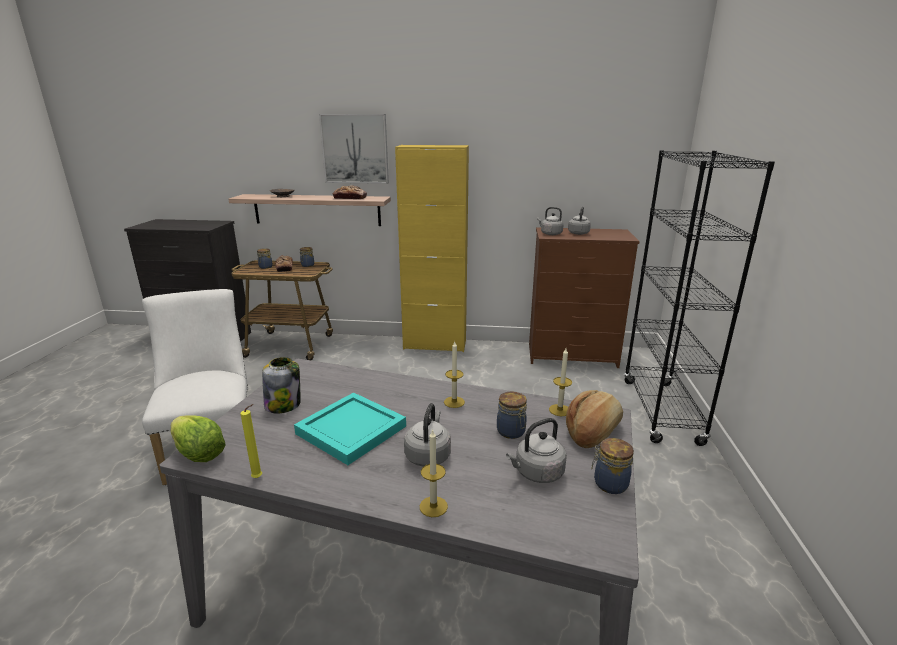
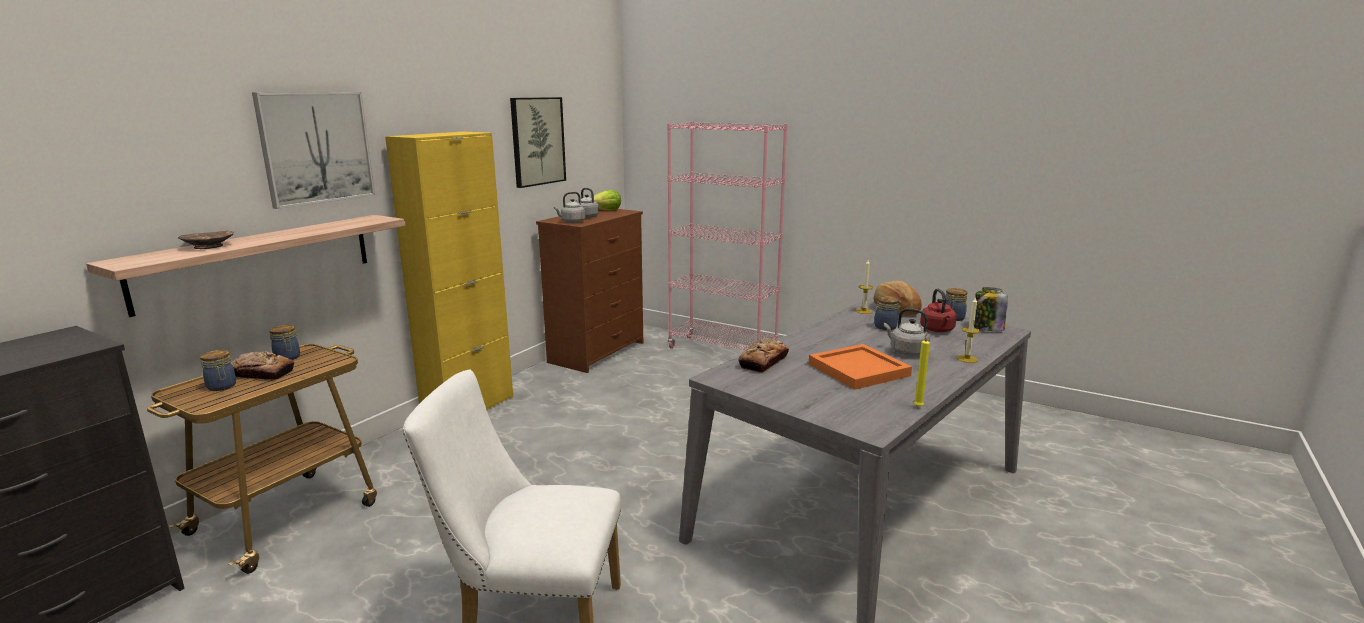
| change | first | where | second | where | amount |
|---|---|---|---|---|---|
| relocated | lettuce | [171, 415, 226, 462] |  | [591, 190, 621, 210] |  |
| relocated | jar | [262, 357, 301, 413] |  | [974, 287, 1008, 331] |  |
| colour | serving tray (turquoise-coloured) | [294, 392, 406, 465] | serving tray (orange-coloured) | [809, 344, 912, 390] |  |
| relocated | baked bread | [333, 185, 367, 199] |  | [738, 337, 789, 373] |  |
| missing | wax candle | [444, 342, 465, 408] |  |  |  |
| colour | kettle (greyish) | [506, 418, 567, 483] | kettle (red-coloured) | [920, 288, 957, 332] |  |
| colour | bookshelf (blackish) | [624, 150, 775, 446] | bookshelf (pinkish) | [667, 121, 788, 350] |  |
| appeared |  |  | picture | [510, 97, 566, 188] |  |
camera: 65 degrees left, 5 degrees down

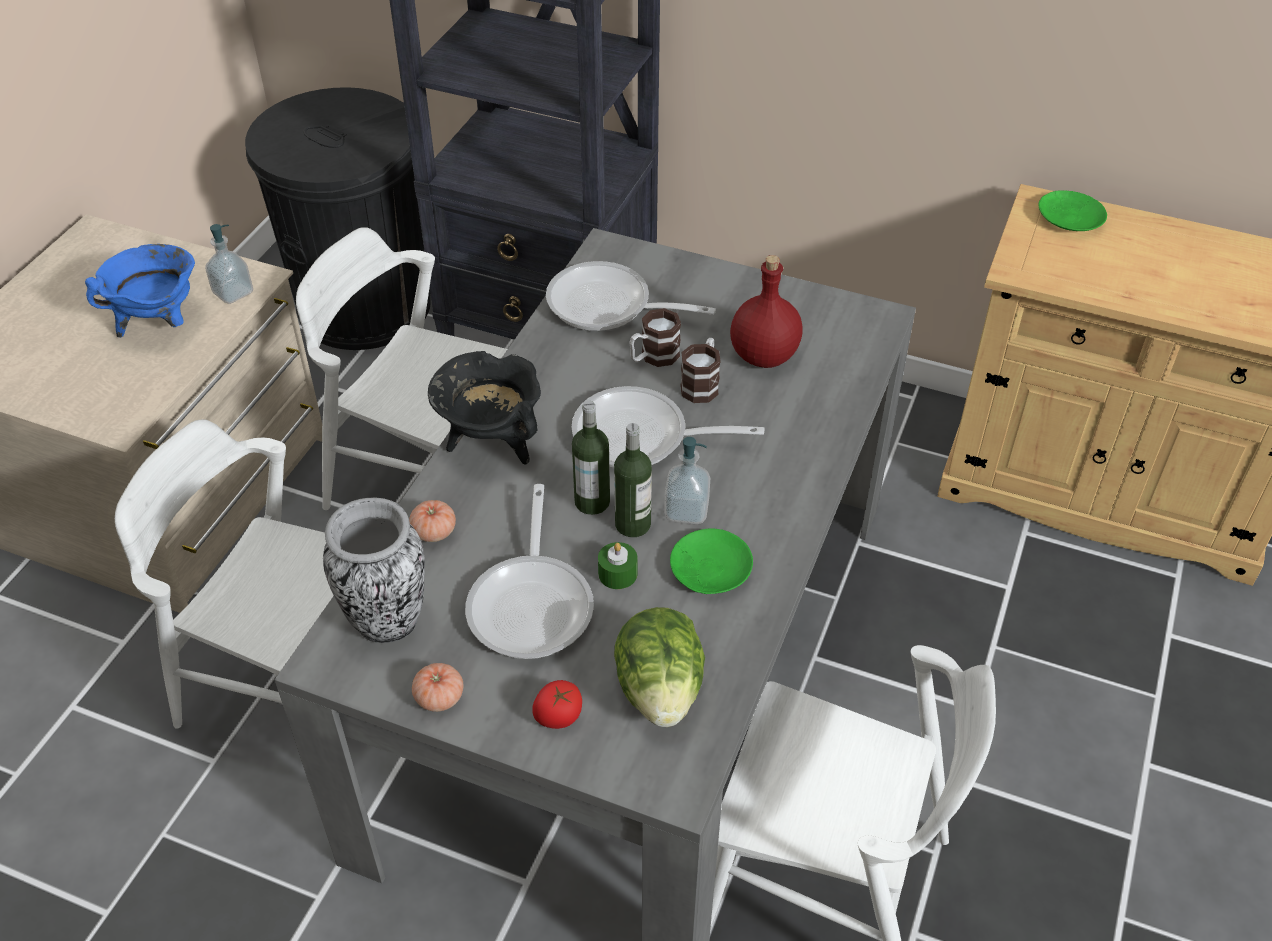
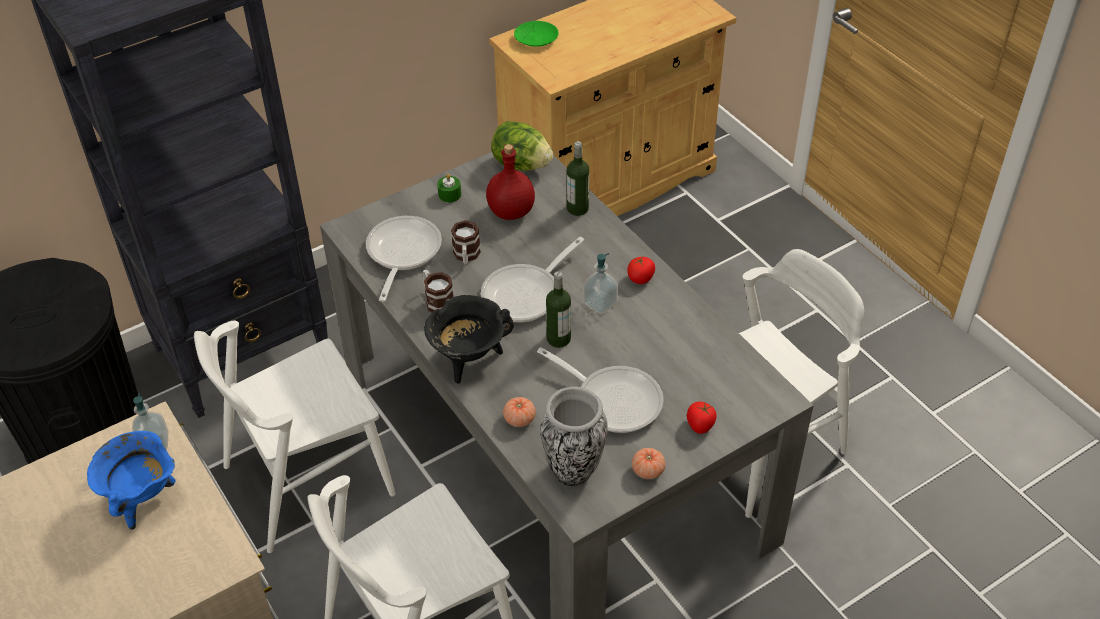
| change | first | where | second | where | amount |
|---|---|---|---|---|---|
| spun | skillet | [546, 261, 716, 331] |  | [366, 216, 442, 302] | 135 degrees clockwise |
| relocated | wax candle (green) | [598, 542, 637, 589] |  | [437, 174, 461, 203] |  |
| relocated | drink bottle | [614, 423, 652, 537] |  | [567, 141, 589, 216] |  |
| relocated | lettuce | [614, 607, 705, 727] |  | [491, 121, 553, 171] |  |
| missing | plate (green) | [670, 529, 753, 594] |  |  |  |
| relocated | coffee mug | [680, 338, 721, 403] |  | [422, 270, 453, 313] |  |
| appeared |  |  | tomato | [627, 256, 655, 284] |  |
camera: 55 degrees left, 0 degrees up

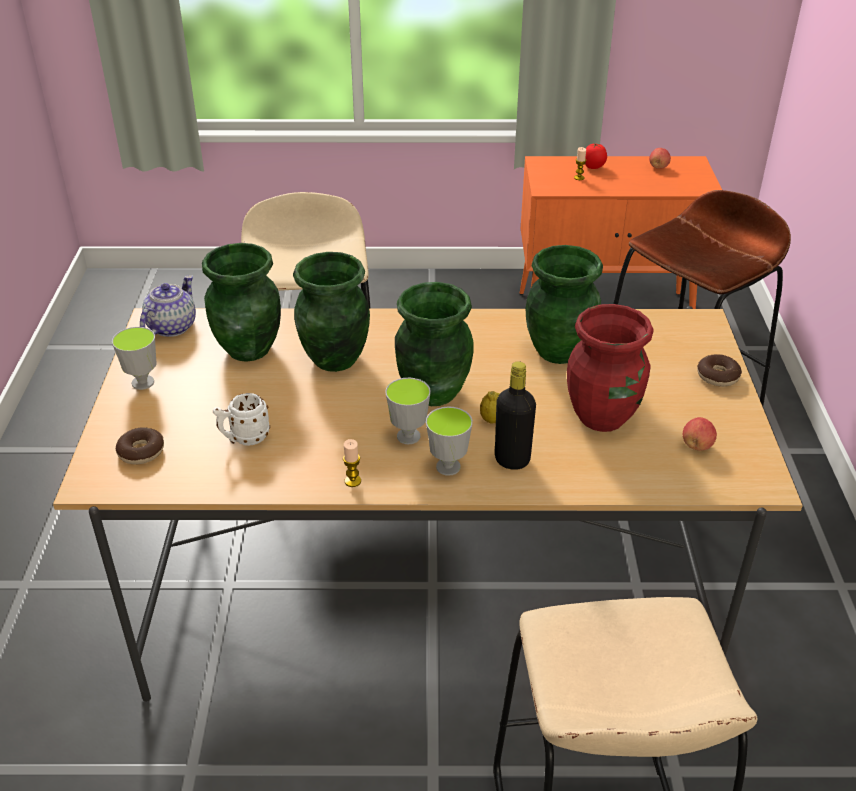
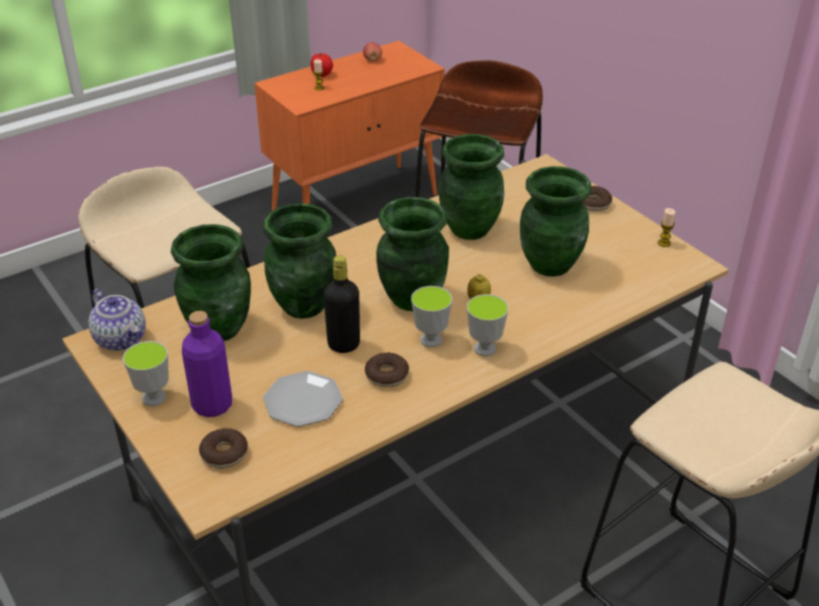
| change | first | where | second | where | amount |
|---|---|---|---|---|---|
| spun | pot for tea | [140, 275, 196, 337] |  | [88, 289, 146, 351] | 150 degrees clockwise |
| exchanged | coffee mug (white) | [213, 393, 270, 446] | plate | [263, 371, 343, 427] |  |
| relocated | wax candle | [343, 439, 361, 487] |  | [658, 208, 675, 247] |  |
| relocated | drink bottle (blackish) | [495, 361, 536, 470] |  | [323, 255, 360, 353] |  |
| colour | vase (red-coloured) | [567, 304, 654, 432] | vase (green) | [520, 166, 591, 277] |  |
| missing | apple fruit | [683, 417, 717, 450] |  |  |  |
| appeared |  |  | drink bottle (purplish) | [182, 311, 232, 417] |  |
| appeared |  |  | ring doughnut | [365, 353, 409, 387] |  |
camera: 35 degrees left, 0 degrees up

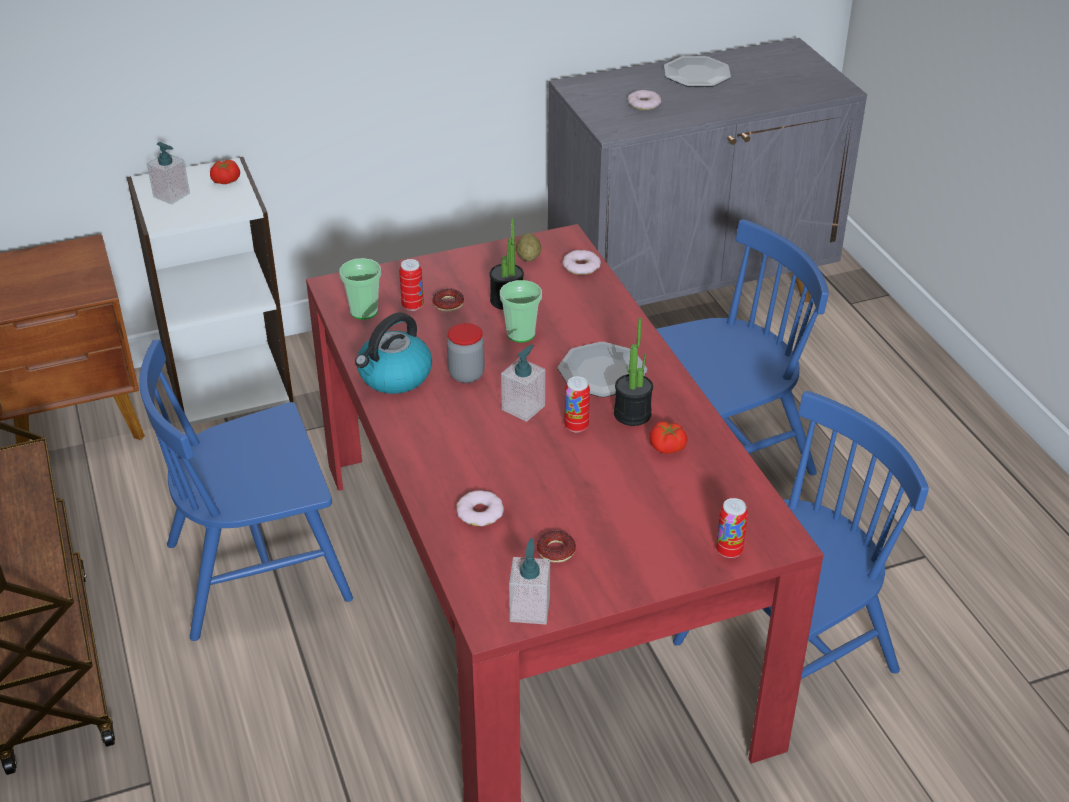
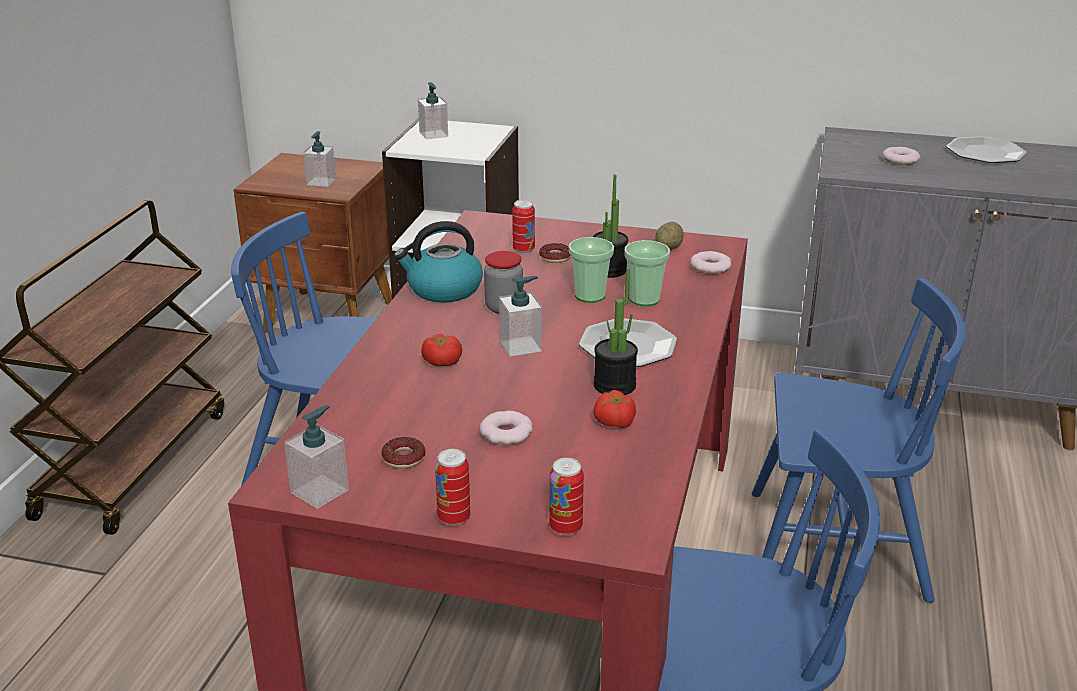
| change | first | where | second | where | amount |
|---|---|---|---|---|---|
| relocated | tomato | [210, 160, 240, 184] |  | [421, 334, 462, 366] |  |
| relocated | cup | [339, 258, 381, 320] |  | [624, 240, 670, 306] |  |
| relocated | ring doughnut | [456, 490, 504, 526] |  | [480, 410, 533, 445] |  |
| relocated | metal can | [564, 376, 590, 432] |  | [435, 449, 470, 526] |  |
| appeared |  |  | soap bottle | [303, 131, 336, 187] |  |
camera: 35 degrees right, 10 degrees down

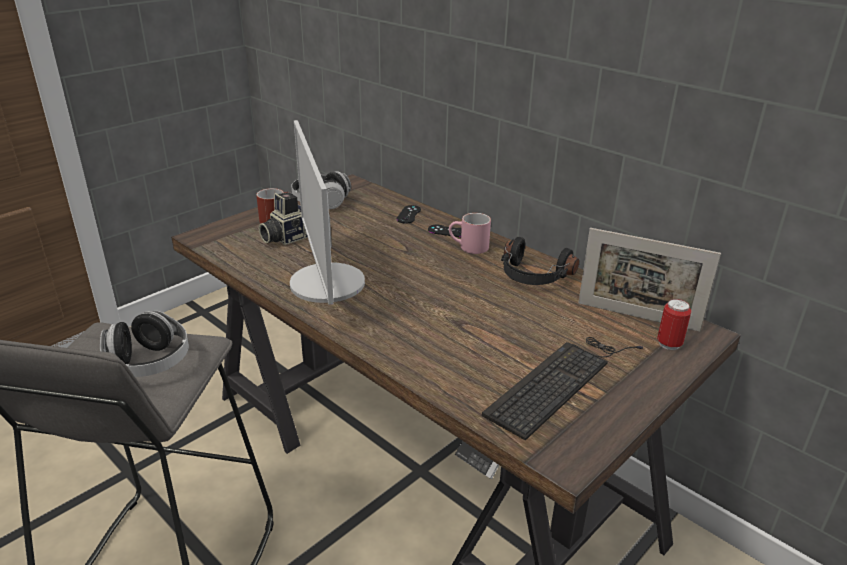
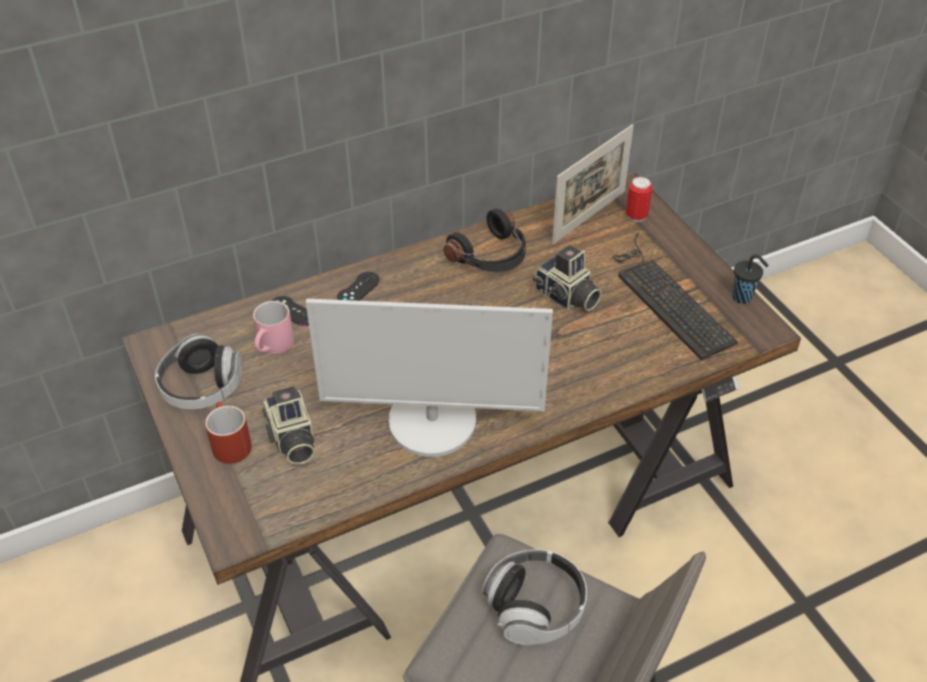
| change | first | where | second | where | amount |
|---|---|---|---|---|---|
| relocated | coffee mug (pinkish) | [449, 213, 491, 254] |  | [253, 301, 294, 354] |  |
| appeared |  |  | still camera | [533, 245, 602, 311] |  |
| appeared |  |  | cup (blackish) | [732, 254, 769, 304] |  |
camera: 70 degrees left, 15 degrees up

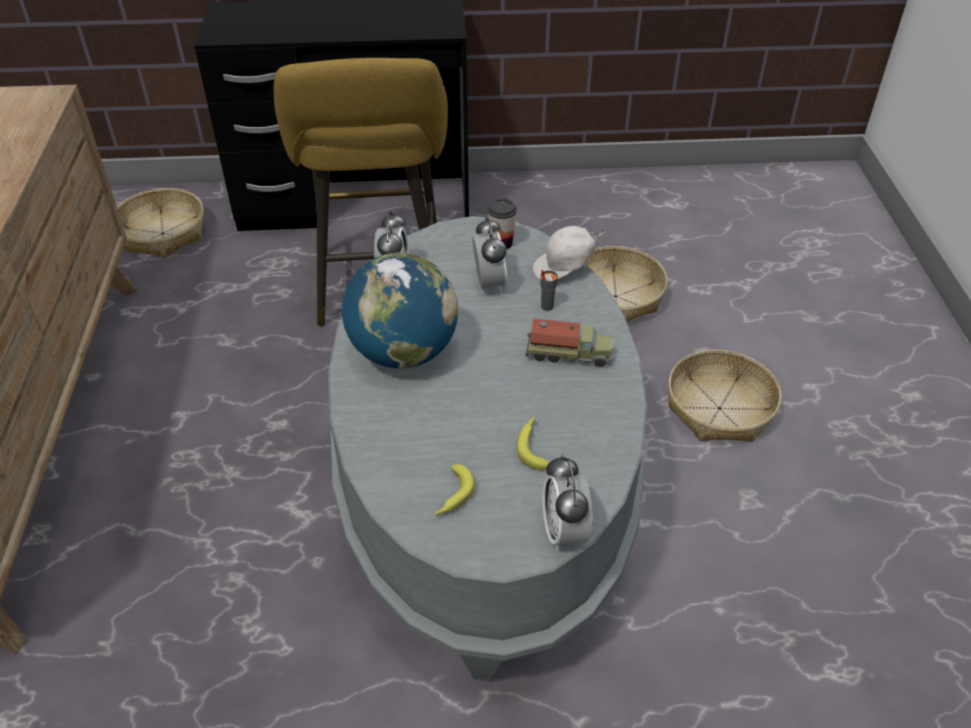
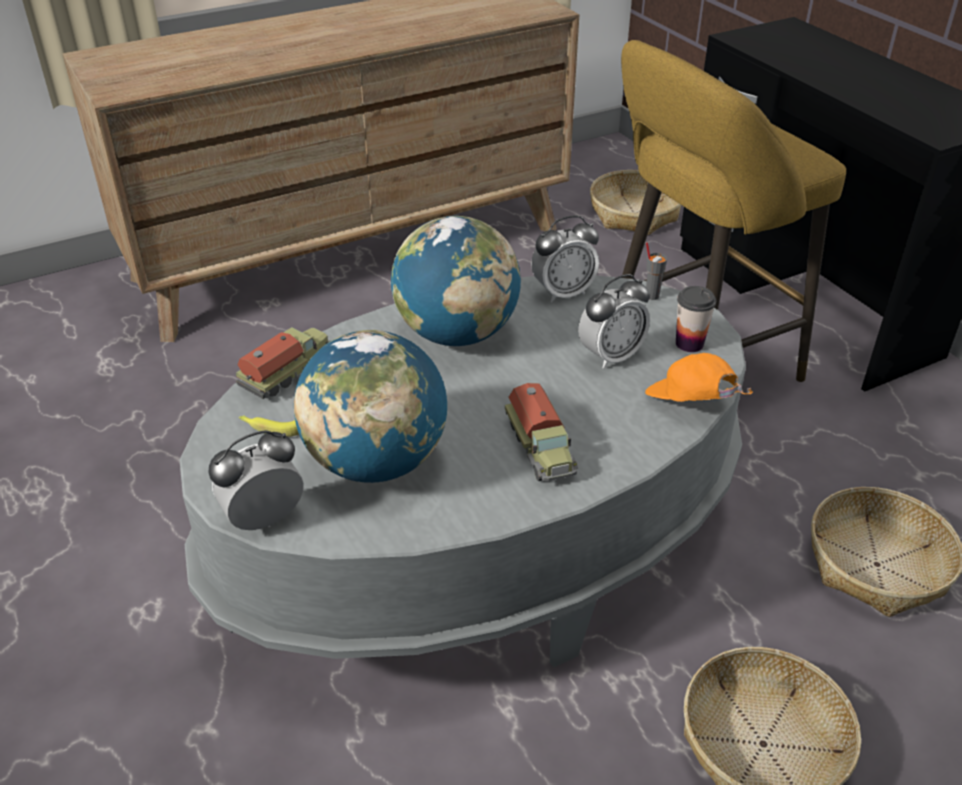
| change | first | where | second | where | amount |
|---|---|---|---|---|---|
| exchanged | whole banana | [517, 416, 550, 470] | desk globe | [294, 330, 447, 483] |  |
| colour | baseball cap (white) | [532, 226, 605, 280] | baseball cap (orange-coloured) | [645, 353, 753, 402] |  |
| relocated | cup (greyish) | [540, 270, 558, 311] |  | [646, 242, 667, 300] |  |
| appeared |  |  | toy lorry | [236, 327, 329, 399] |  |
camera: 65 degrees right, 5 degrees down

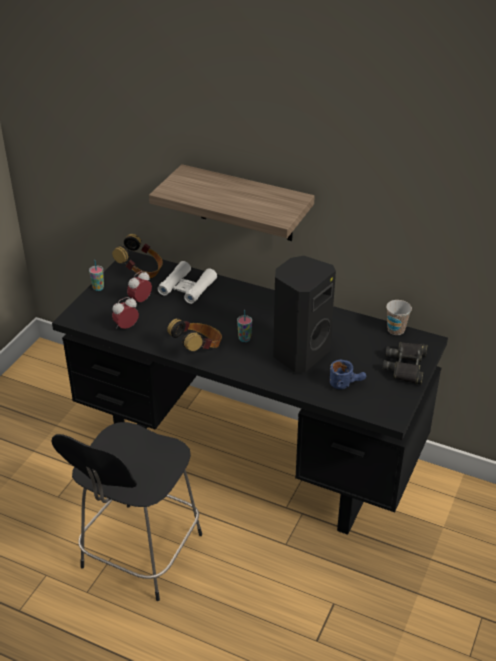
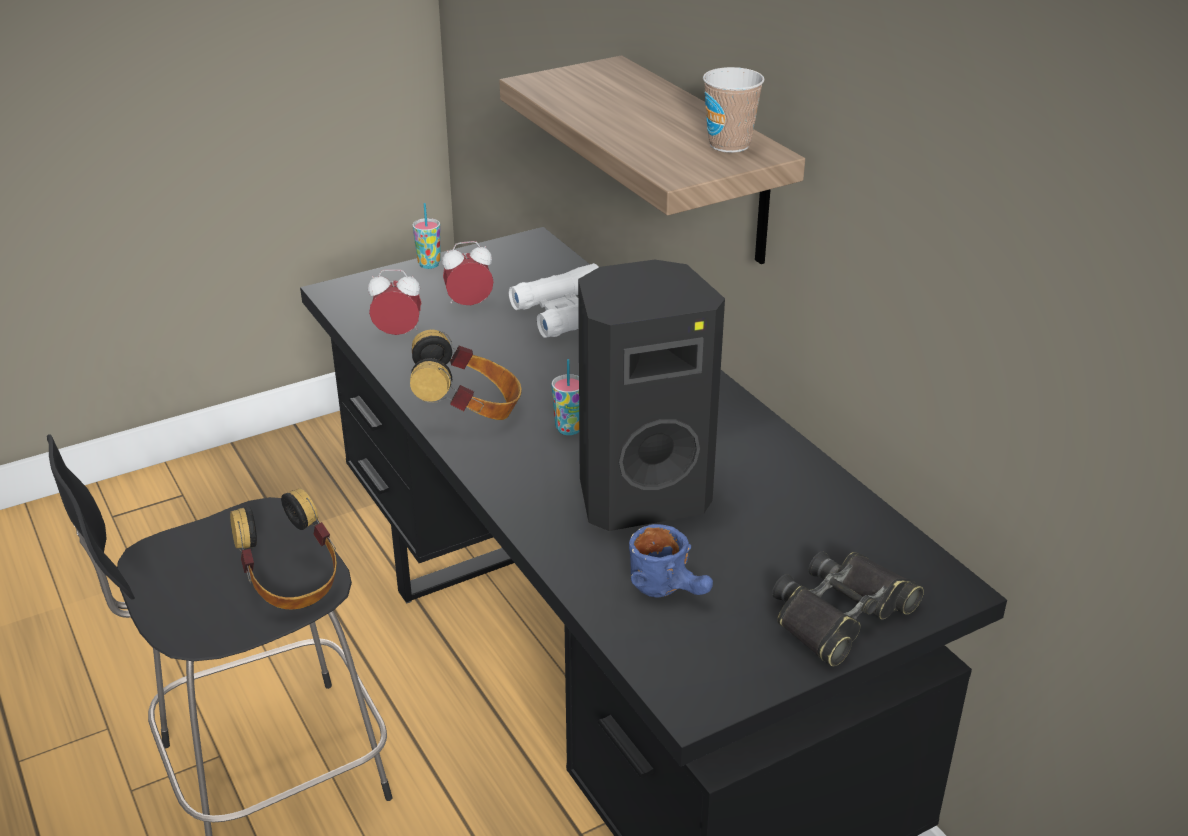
| change | first | where | second | where | amount |
|---|---|---|---|---|---|
| relocated | pair of headphones | [112, 234, 163, 278] |  | [230, 488, 337, 609] |  |
| relocated | cup | [386, 300, 412, 335] |  | [703, 67, 764, 153] |  |
camera: 35 degrees right, 5 degrees down

